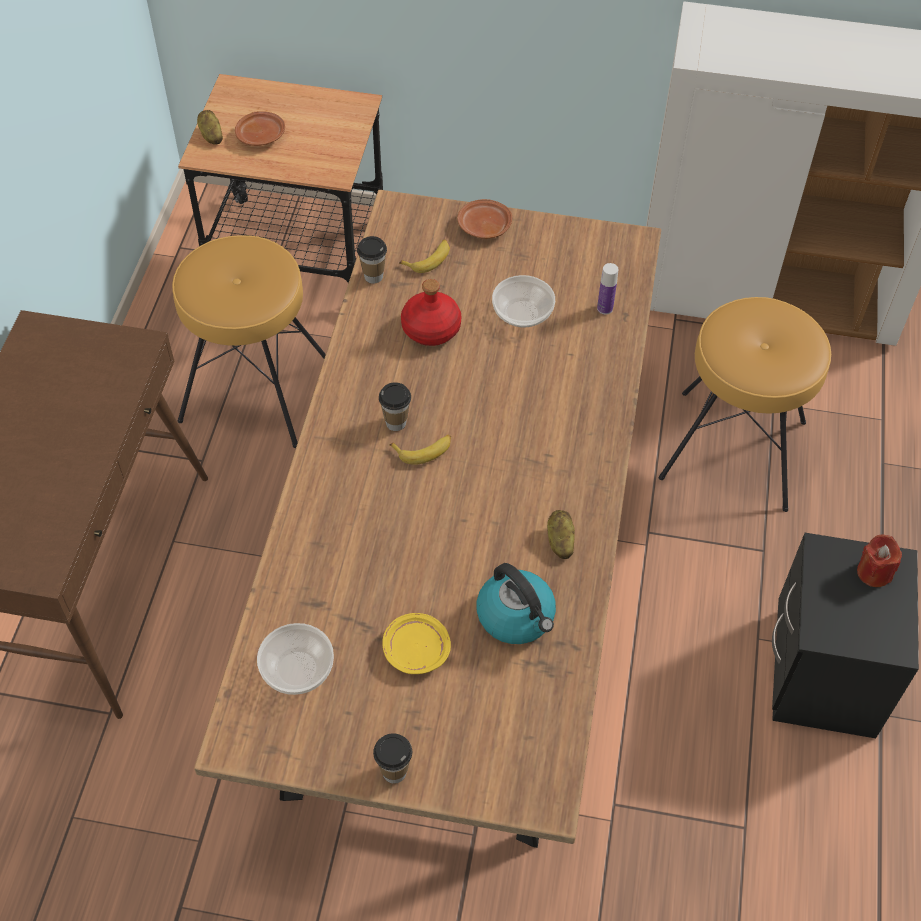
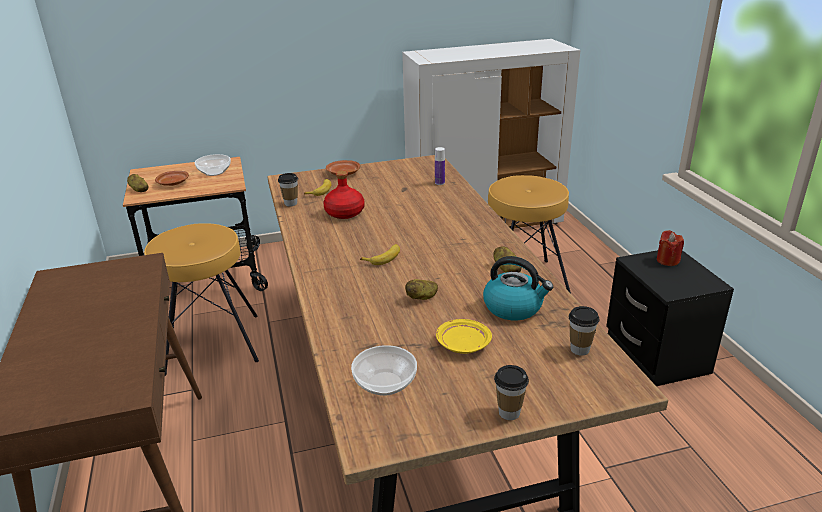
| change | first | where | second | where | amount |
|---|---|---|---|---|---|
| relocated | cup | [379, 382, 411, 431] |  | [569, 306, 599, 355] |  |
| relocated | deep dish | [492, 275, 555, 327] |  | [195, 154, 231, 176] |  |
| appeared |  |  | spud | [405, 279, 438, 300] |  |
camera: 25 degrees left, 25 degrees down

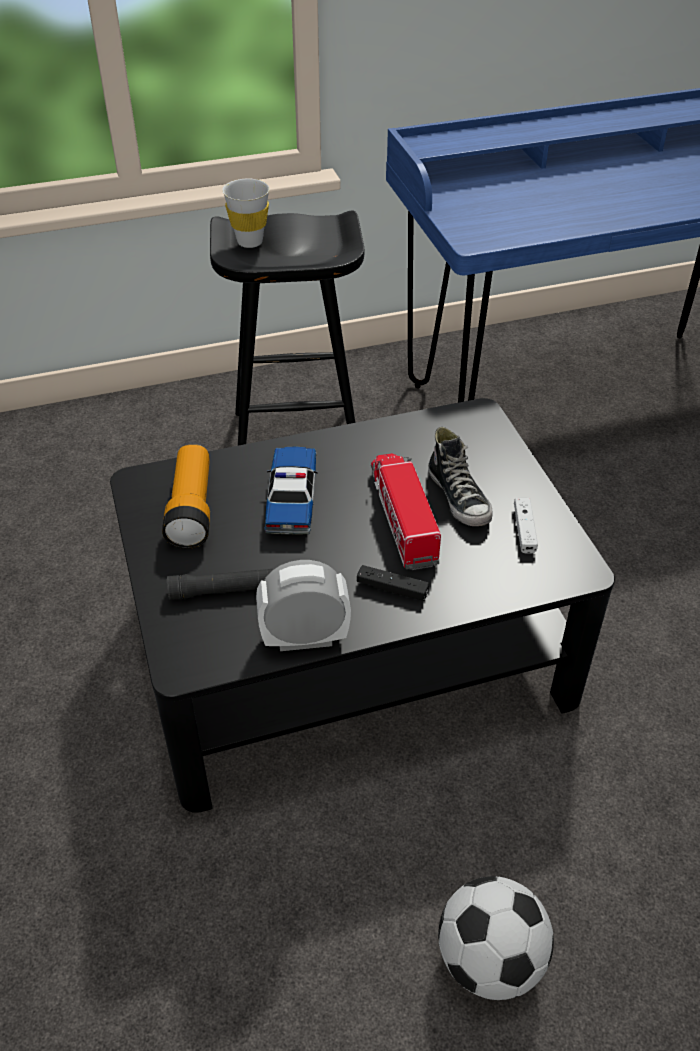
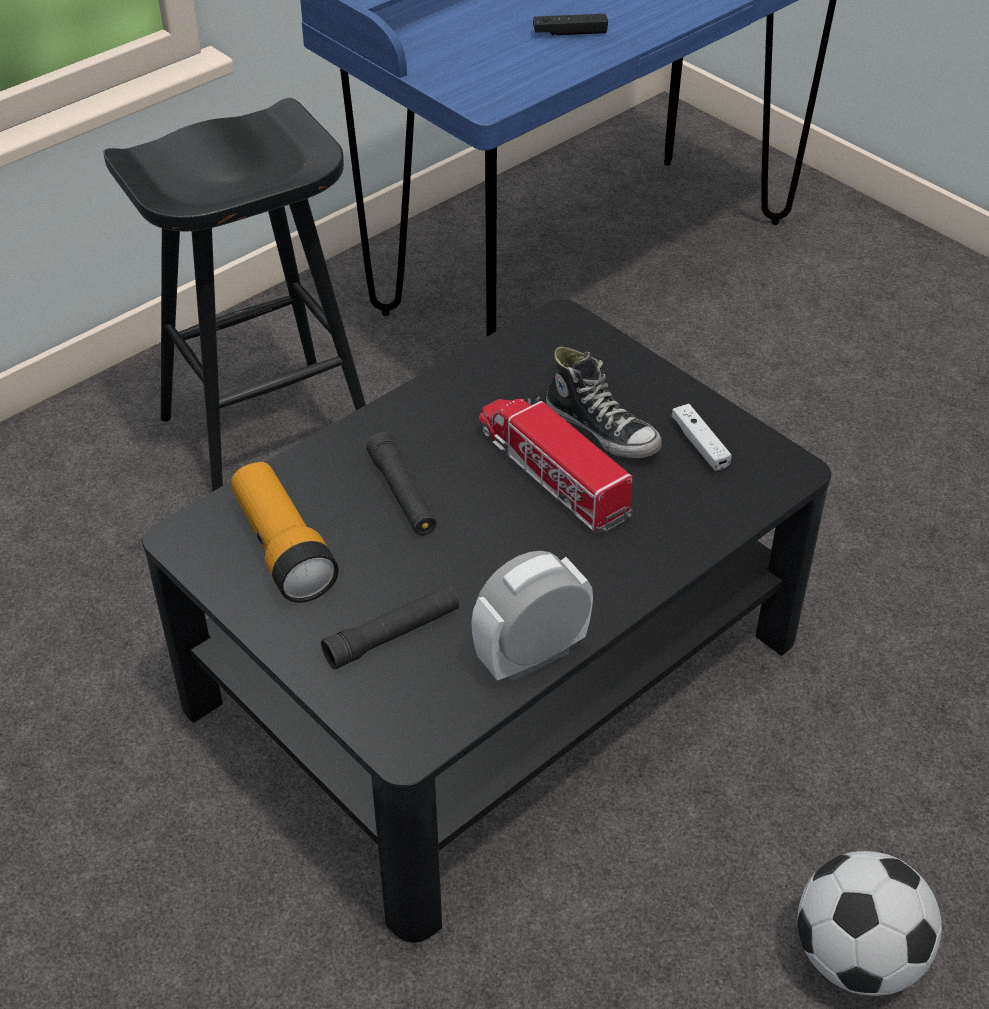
| change | first | where | second | where | amount |
|---|---|---|---|---|---|
| missing | cup (white) | [222, 179, 270, 248] |  |  |  |
| exchanged | toy car | [264, 446, 317, 534] | torch (blackish) | [366, 432, 437, 536] |  |
| relocated | joypad (blackish) | [357, 565, 429, 601] |  | [533, 14, 608, 36] |  |
camera: 25 degrees left, 0 degrees up

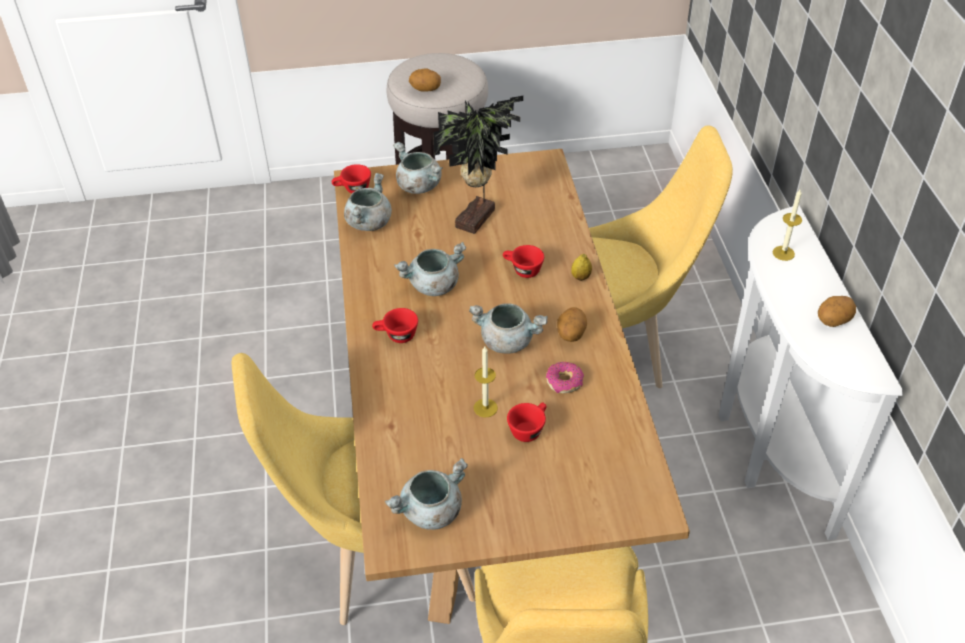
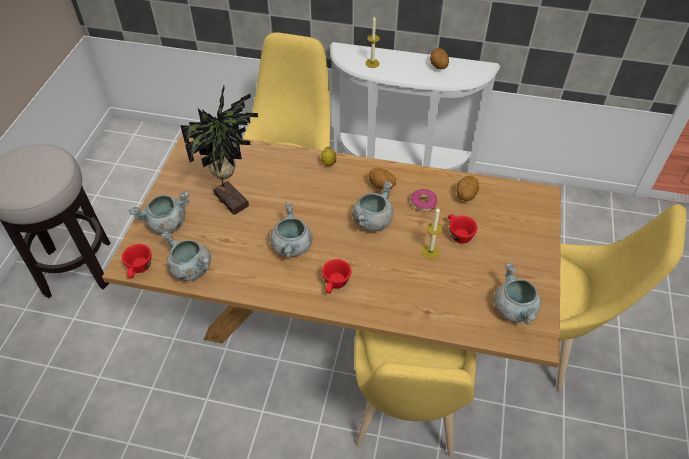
| change | first | where | second | where | amount |
|---|---|---|---|---|---|
| relocated | spud | [409, 68, 441, 92] |  | [456, 176, 479, 201] |  |
| missing | cup (red-coloured) | [503, 245, 544, 278] |  |  |  |
camera: 70 degrees left, 5 degrees up

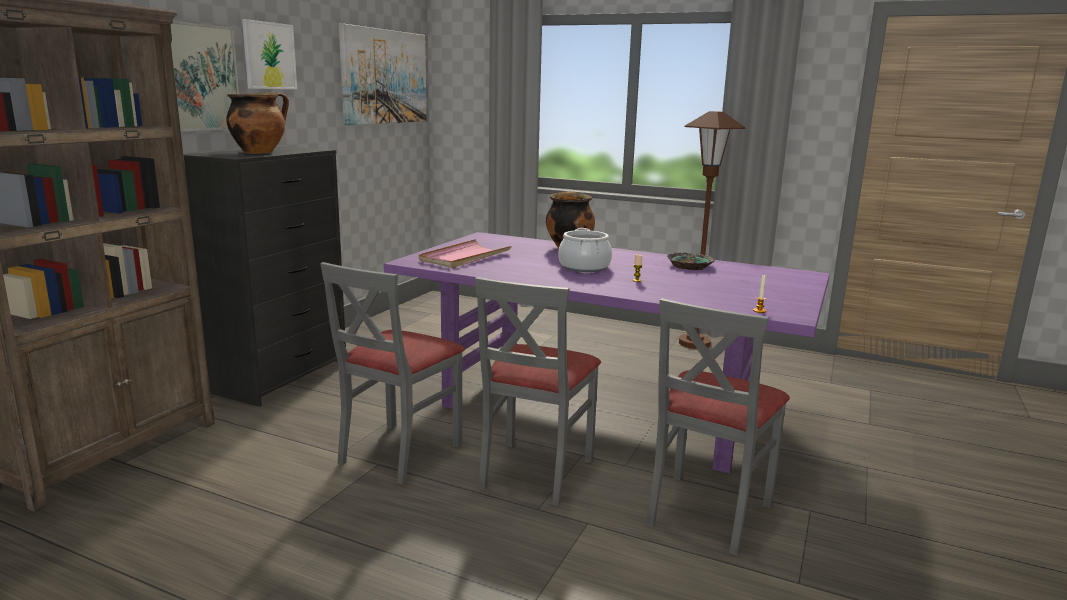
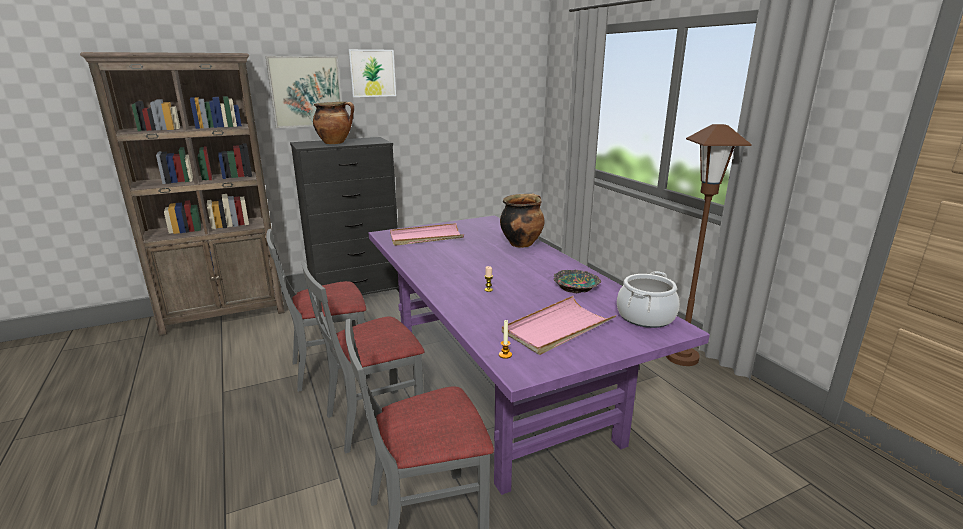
| change | first | where | second | where | amount |
|---|---|---|---|---|---|
| missing | picture | [339, 23, 426, 125] |  |  |  |
| relocated | saucepot | [559, 228, 612, 272] |  | [617, 271, 679, 328] |  |
| appeared |  |  | serving tray (pinkish) | [502, 296, 616, 355] |  |
camera: 40 degrees right, 5 degrees up

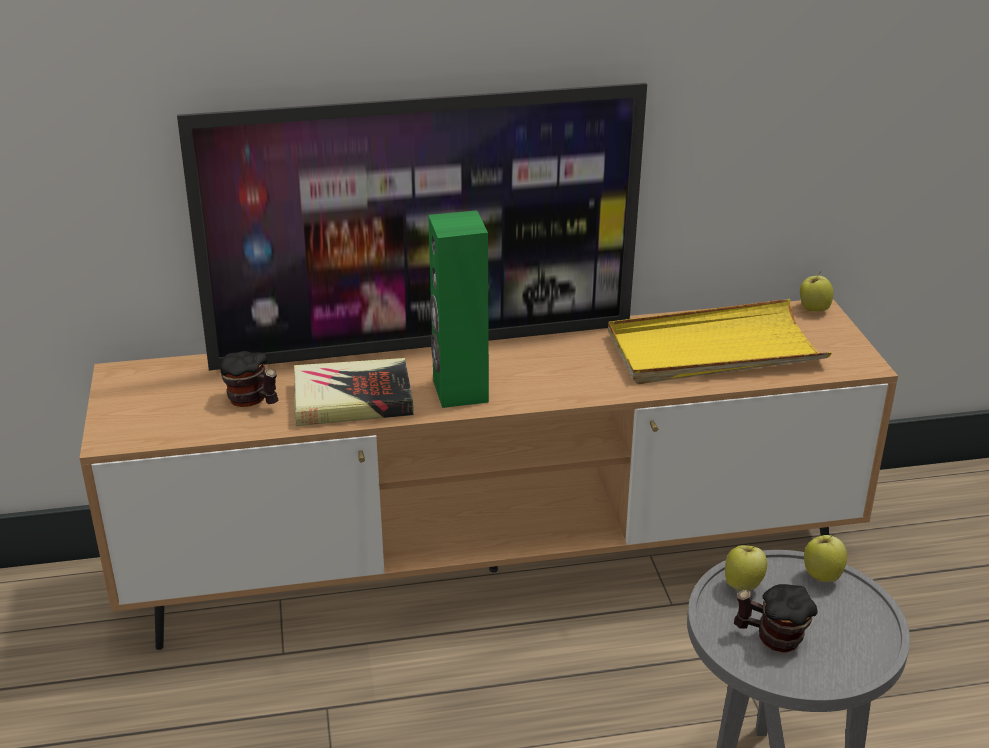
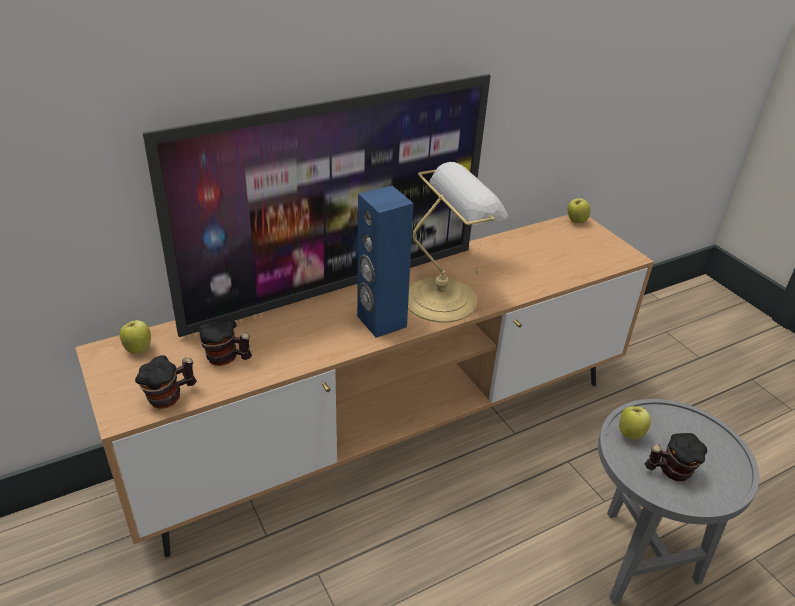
| change | first | where | second | where | amount |
|---|---|---|---|---|---|
| missing | bound book | [294, 358, 414, 426] |  |  |  |
| colour | speaker (green) | [428, 210, 489, 408] | speaker (bluish) | [357, 186, 414, 338] |  |
| missing | serving tray (yellow) | [608, 299, 832, 384] |  |  |  |
| relocated | apple fruit | [804, 534, 847, 582] |  | [120, 319, 151, 354] |  |
| appeared |  |  | coffee mug | [135, 355, 197, 409] |  |
| appeared |  |  | tabletop lamp | [408, 162, 508, 323] |  |
camera: 20 degrees left, 5 degrees up

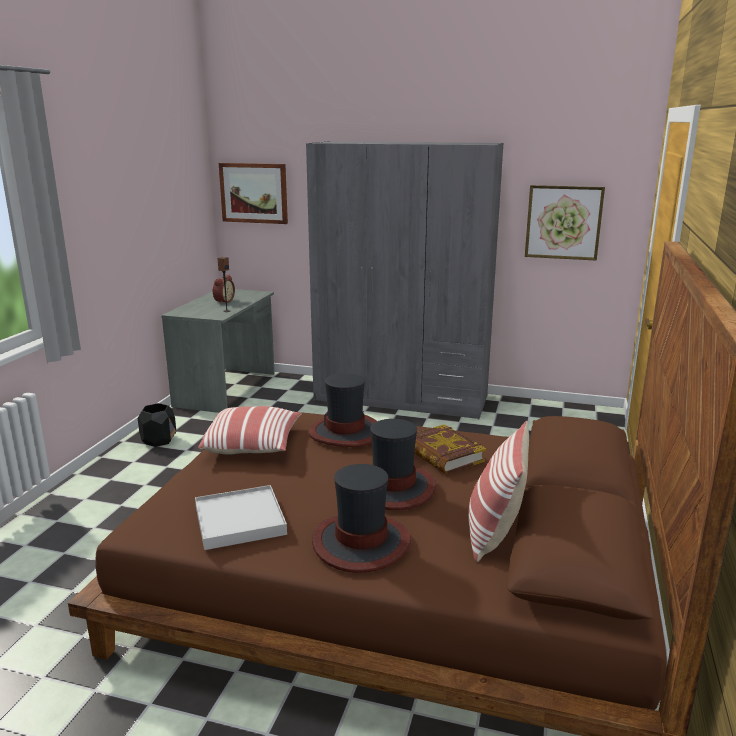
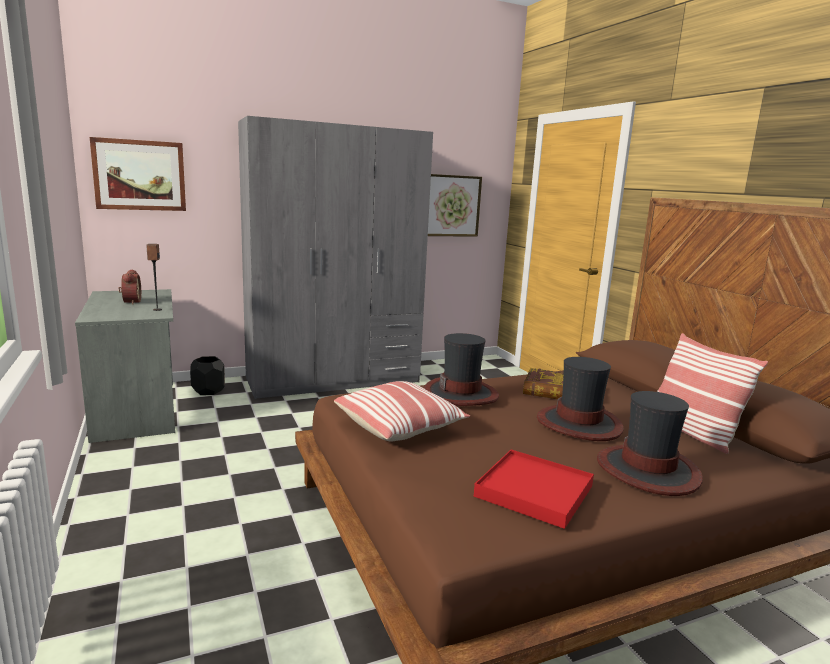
| change | first | where | second | where | amount |
|---|---|---|---|---|---|
| relocated | flower pot (blackish) | [138, 403, 176, 447] |  | [190, 356, 225, 395] |  |
| colour | serving tray (white) | [195, 485, 287, 550] | serving tray (red-coloured) | [474, 449, 594, 529] |  |
camera: 40 degrees left, 5 degrees down

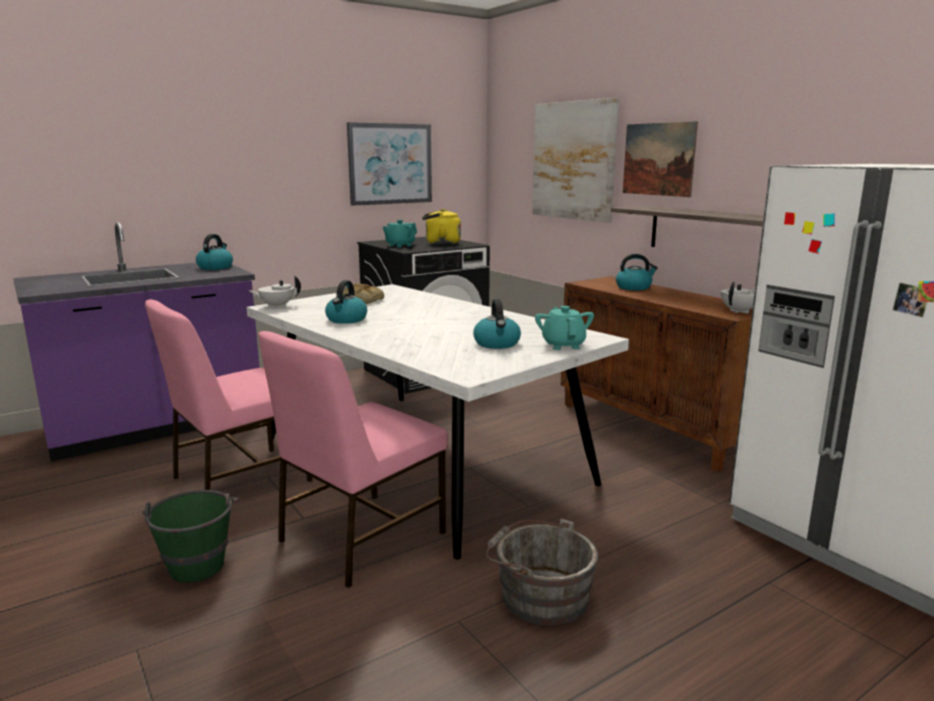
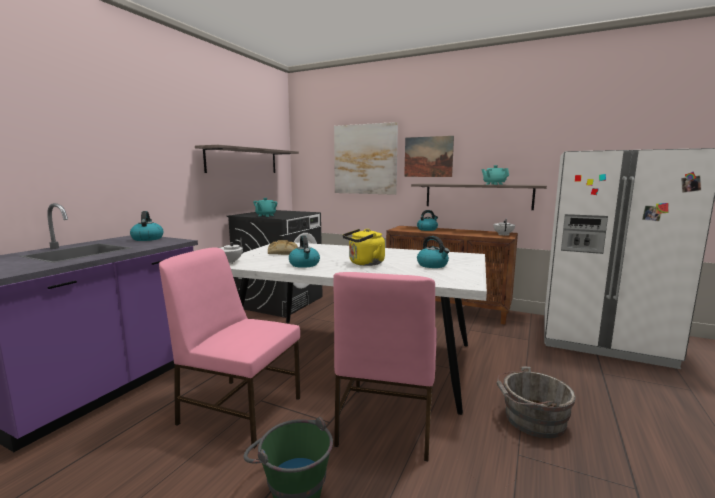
| change | first | where | second | where | amount |
|---|---|---|---|---|---|
| spun | chair (pinkish) | [145, 299, 312, 490] |  | [159, 247, 300, 448] | 90 degrees clockwise |
| exchanged | picture | [347, 122, 432, 206] | shelf | [195, 145, 299, 173] |  |
| relocated | kettle (yellow) | [422, 209, 461, 245] |  | [343, 229, 385, 266] |  |
| relocated | pot for tea (turquoise-coloured) | [535, 306, 594, 350] |  | [481, 165, 509, 185] |  |
camera: 30 degrees left, 5 degrees down

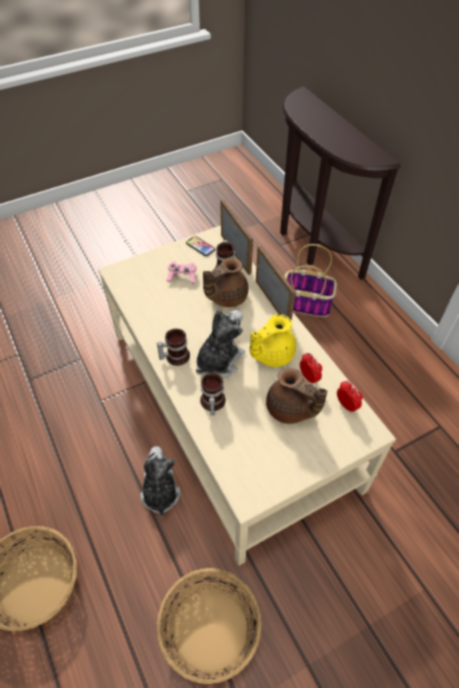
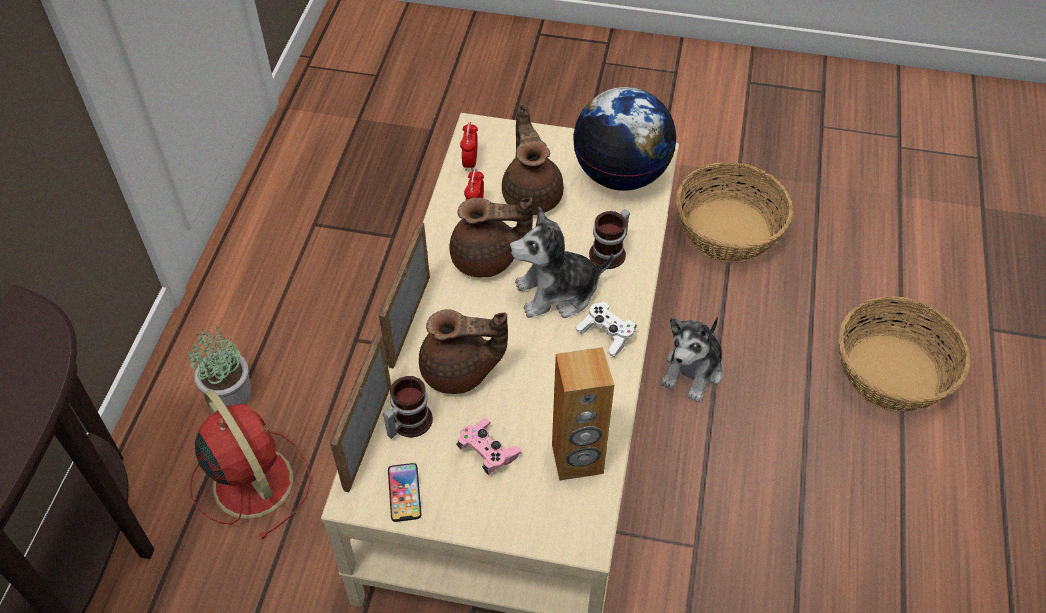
| change | first | where | second | where | amount |
|---|---|---|---|---|---|
| exchanged | coffee mug | [157, 329, 190, 366] | joypad (white) | [576, 301, 636, 357] |  |
| colour | pot for tea (yellow) | [250, 314, 296, 367] | pot for tea (brown) | [450, 197, 533, 278] |  |
| exchanged | storage basket | [284, 244, 337, 317] | cooling fan (red-coloured) | [190, 389, 311, 540] |  |
| appeared |  |  | houseplant | [188, 324, 251, 406] |  |
| appeared |  |  | speaker (brown) | [552, 347, 614, 481] |  |
| appeared |  |  | desk globe | [573, 87, 677, 191] |  |
camera: 140 degrees left, 0 degrees up

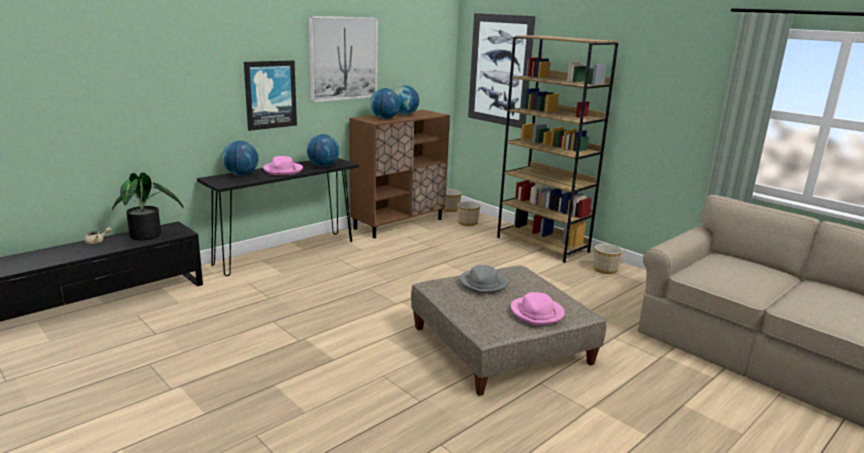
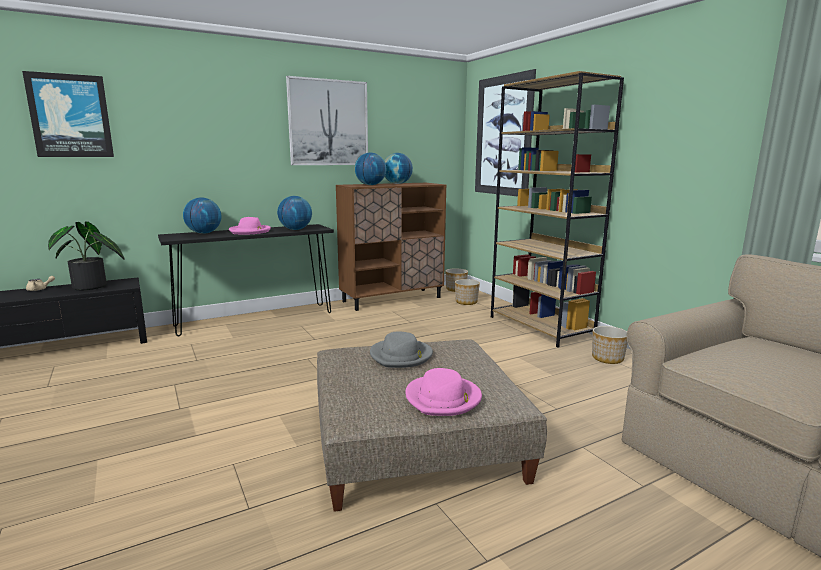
| change | first | where | second | where | amount |
|---|---|---|---|---|---|
| relocated | picture | [244, 60, 297, 131] |  | [22, 71, 114, 157] |  |
camera: 15 degrees right, 5 degrees down

